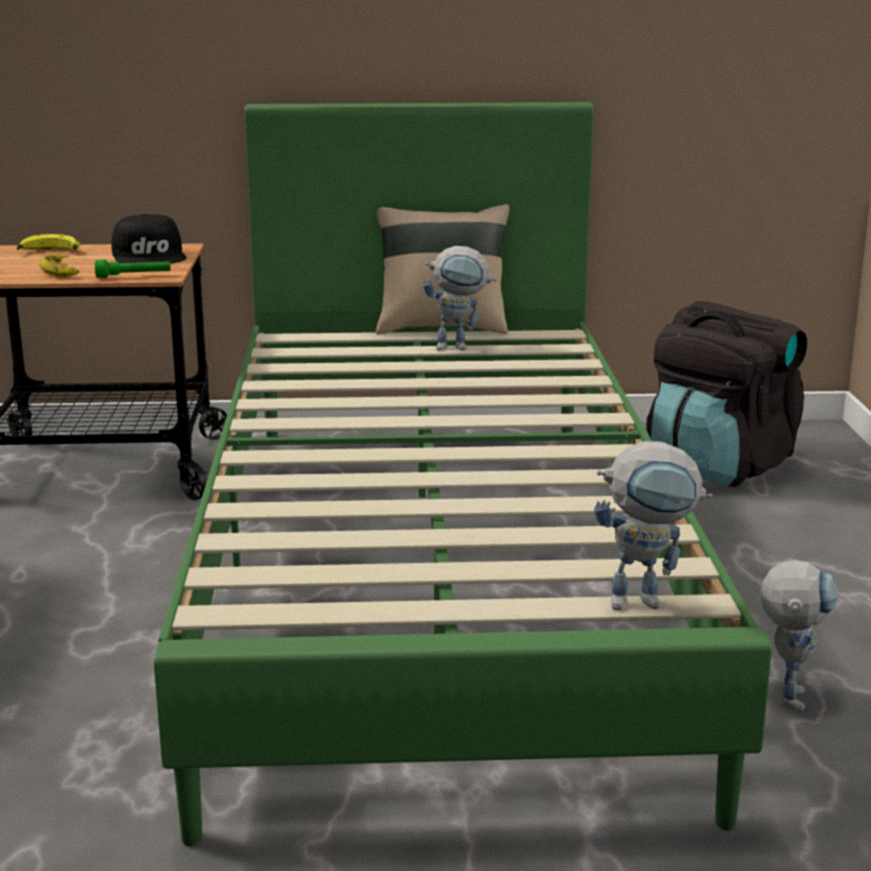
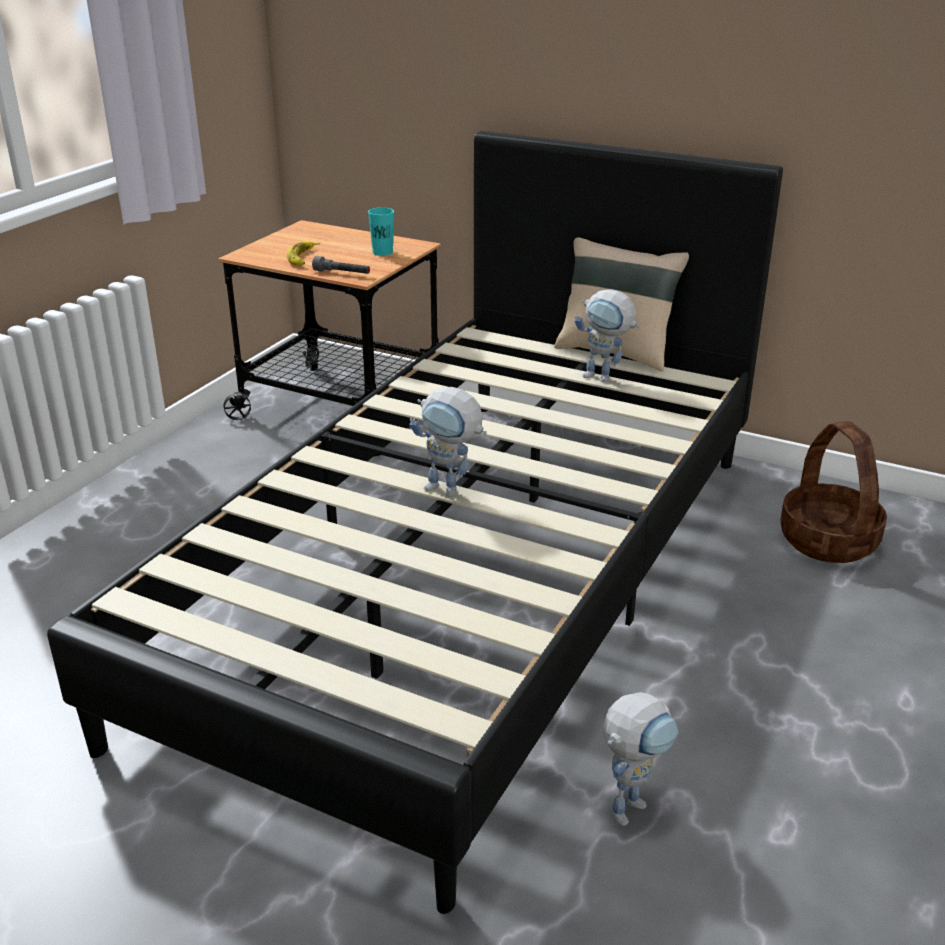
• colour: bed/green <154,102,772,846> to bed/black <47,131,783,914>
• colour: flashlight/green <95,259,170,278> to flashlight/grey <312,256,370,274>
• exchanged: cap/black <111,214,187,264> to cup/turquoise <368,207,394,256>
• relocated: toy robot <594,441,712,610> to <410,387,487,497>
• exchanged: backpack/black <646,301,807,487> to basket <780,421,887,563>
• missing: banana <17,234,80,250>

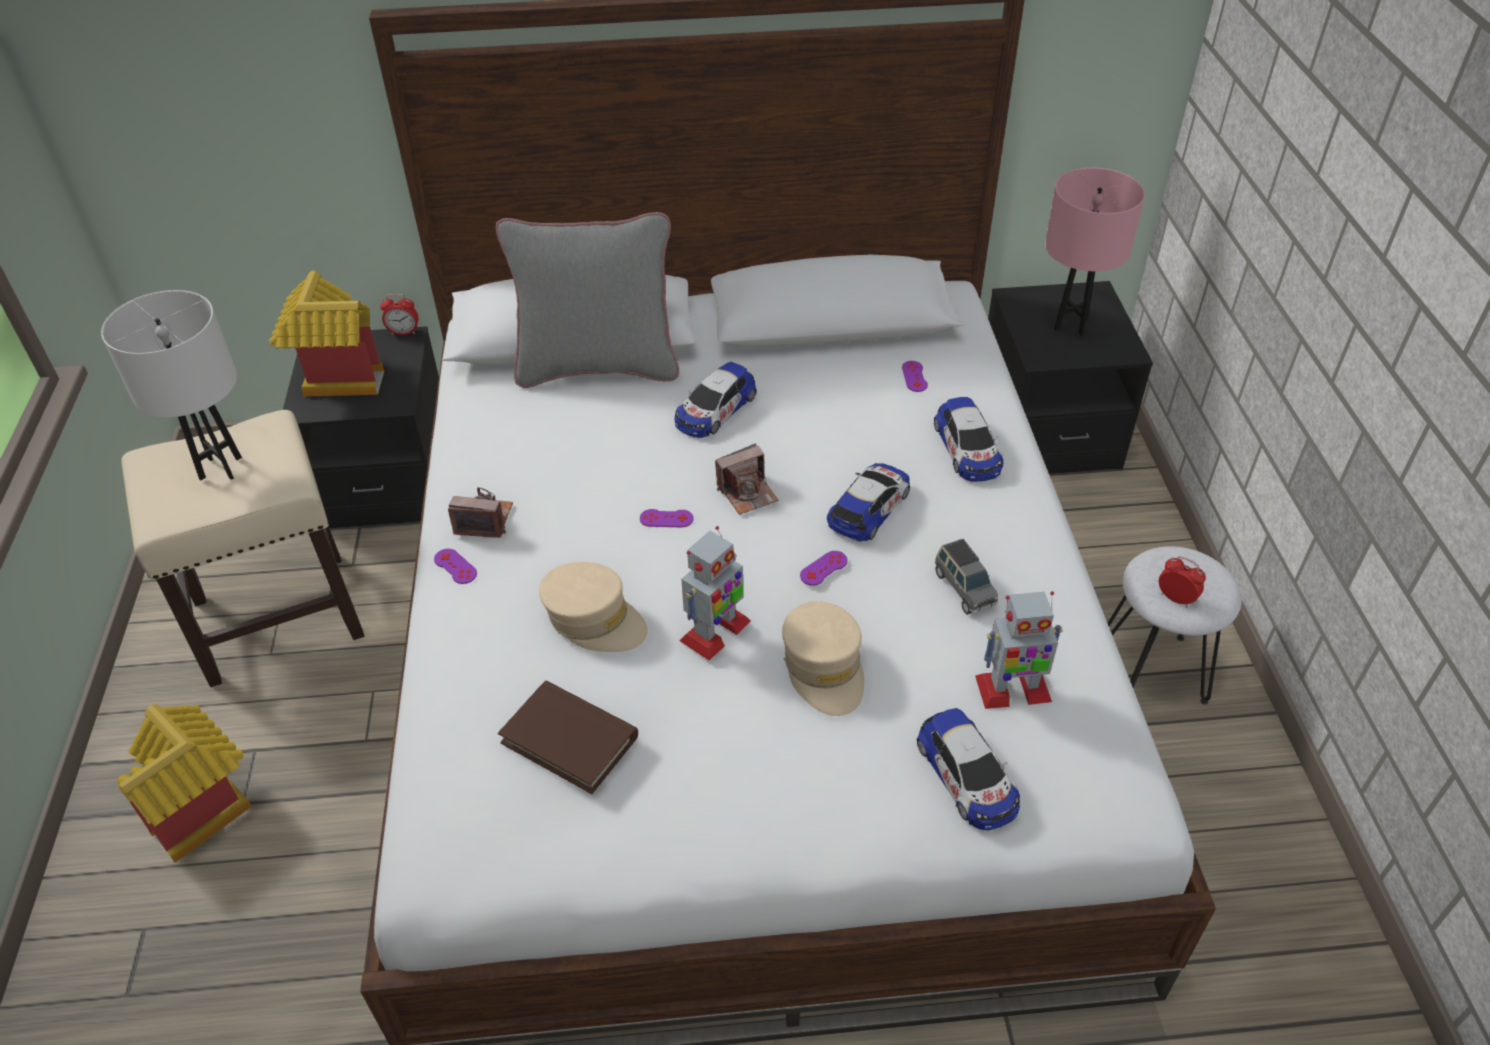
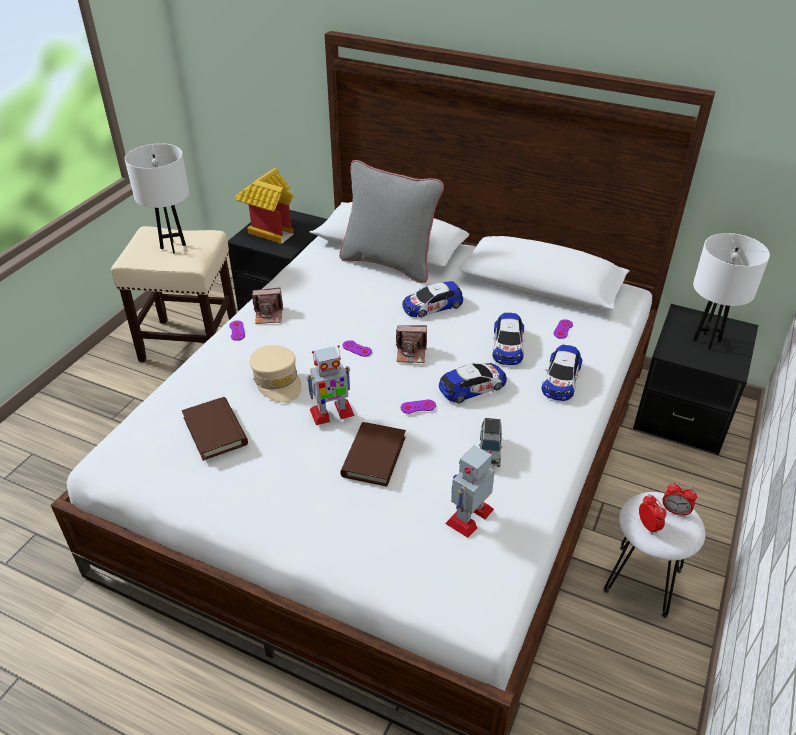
• spun: photo camera <448,487,513,538> = <252,288,283,324> 135 degrees clockwise
• exchanged: cap/beige <782,601,864,716> to book/brown <340,422,406,486>
• spun: toy robot <975,591,1063,709> = <445,445,495,538> 105 degrees clockwise
• relocated: toy car <917,708,1020,831> to <493,313,525,365>
• relocated: alarm clock <380,294,419,335> to <662,483,697,517>
• colour: table lamp/pink <1045,168,1145,336> to table lamp/white <693,233,770,350>
• missing: toy house <117,705,252,863>

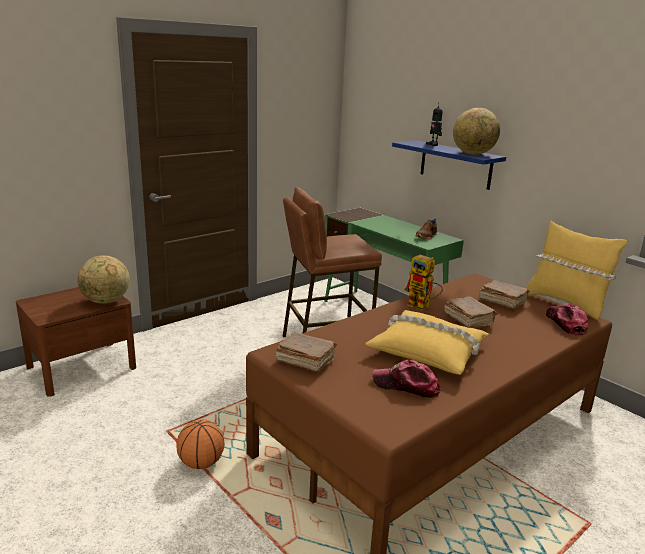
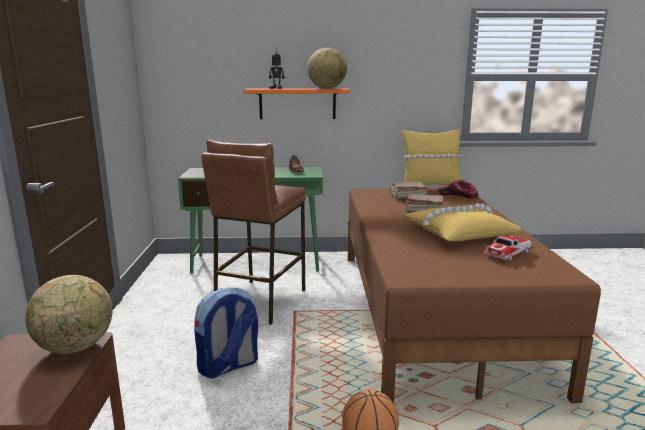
• appeared: backpack <194,288,258,378>
• colour: shelf/blue <392,140,506,190> to shelf/orange <244,88,350,119>
• exchanged: cap <372,360,441,398> to toy car <484,236,531,261>
• missing: book/brown <276,332,337,372>
• missing: toy robot <404,255,443,310>

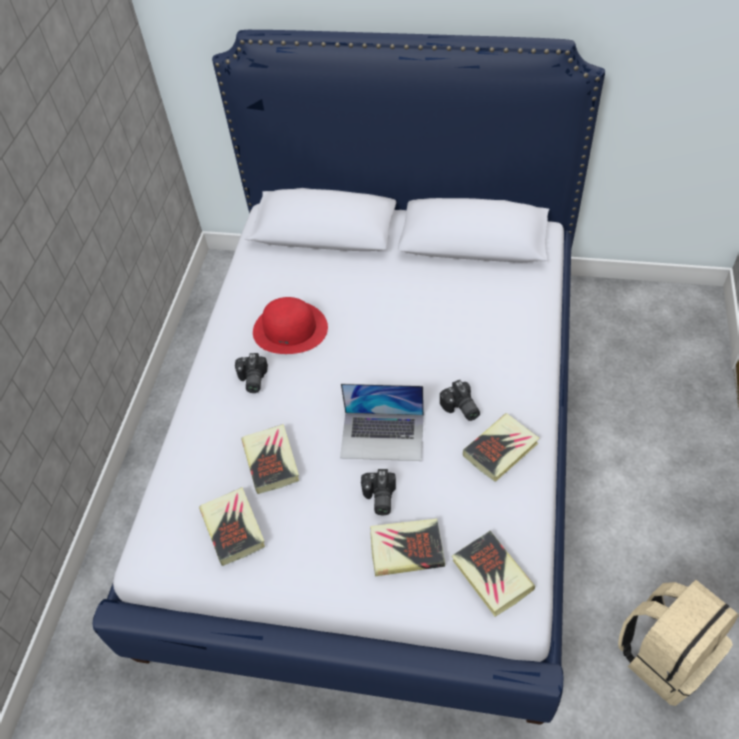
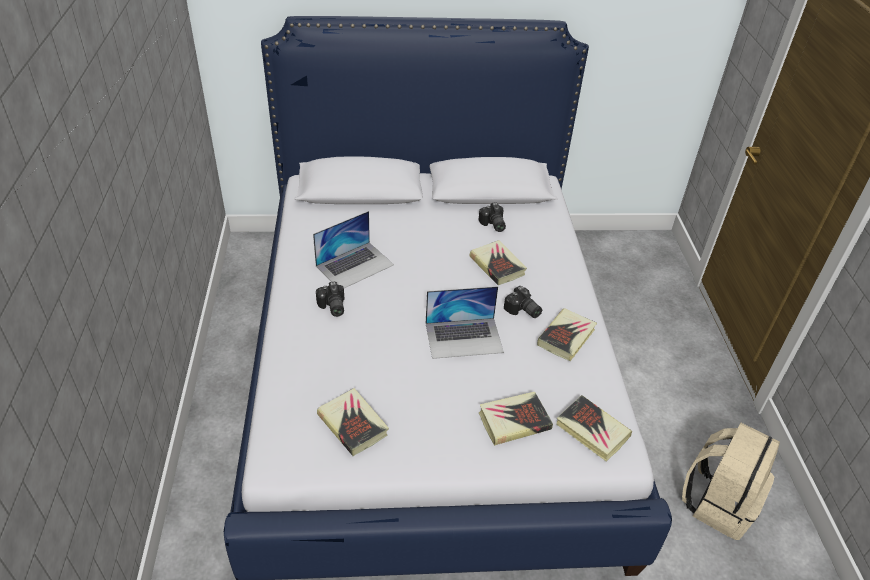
• exchanged: hat/red <253,297,328,354> to laptop <313,211,394,288>
• relocated: book <241,424,299,494> to <469,240,527,285>
• relocated: photo camera <361,469,396,515> to <478,202,506,232>

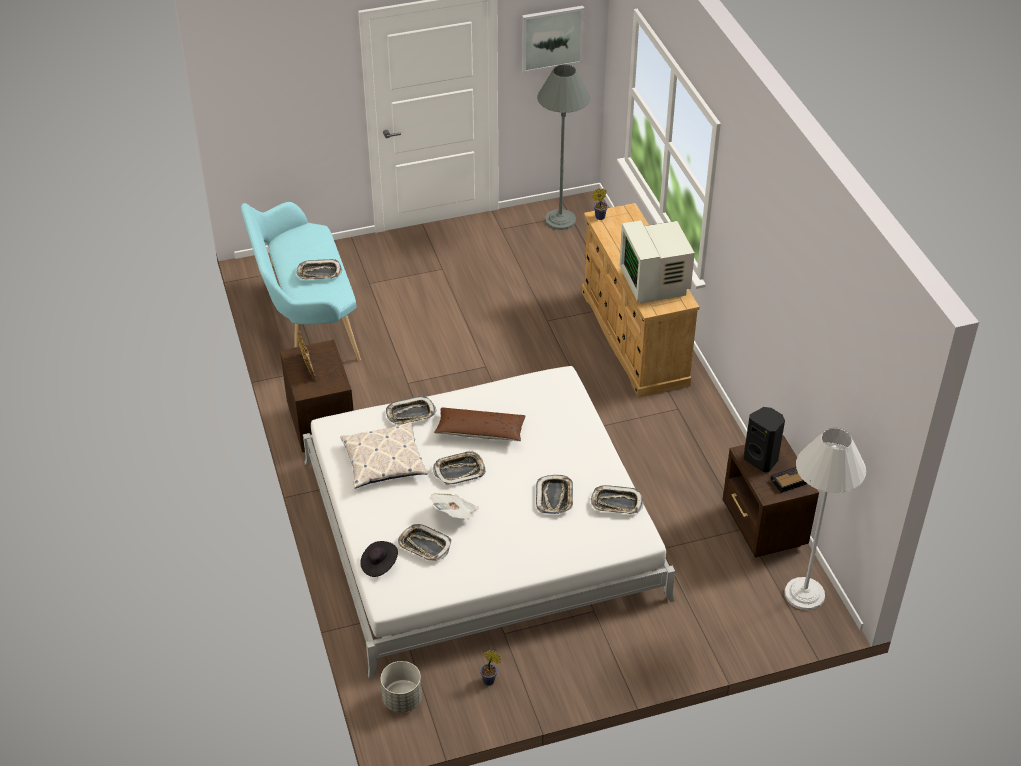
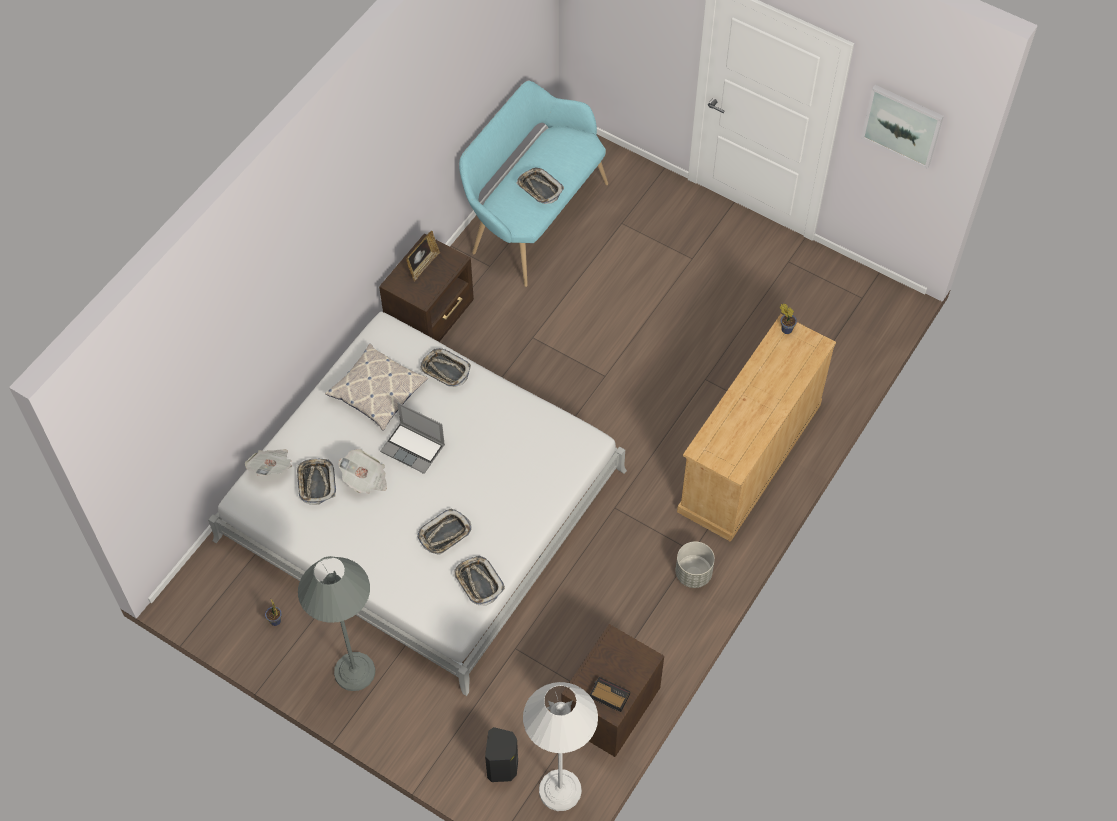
• exchanged: hat/black <360,541,398,577> to newspaper <245,449,292,476>
• relocated: floor lamp/grey <537,64,590,230> to <298,556,375,691>
• exchanged: tray <433,450,486,485> to laptop <380,402,445,474>
• relocated: speaker/black <744,407,785,472> to <485,727,518,782>
• relocated: planter/grey <381,661,422,713> to <676,541,715,588>
• missing: pillow/brown <434,407,525,441>
• missing: monitor <620,220,695,304>

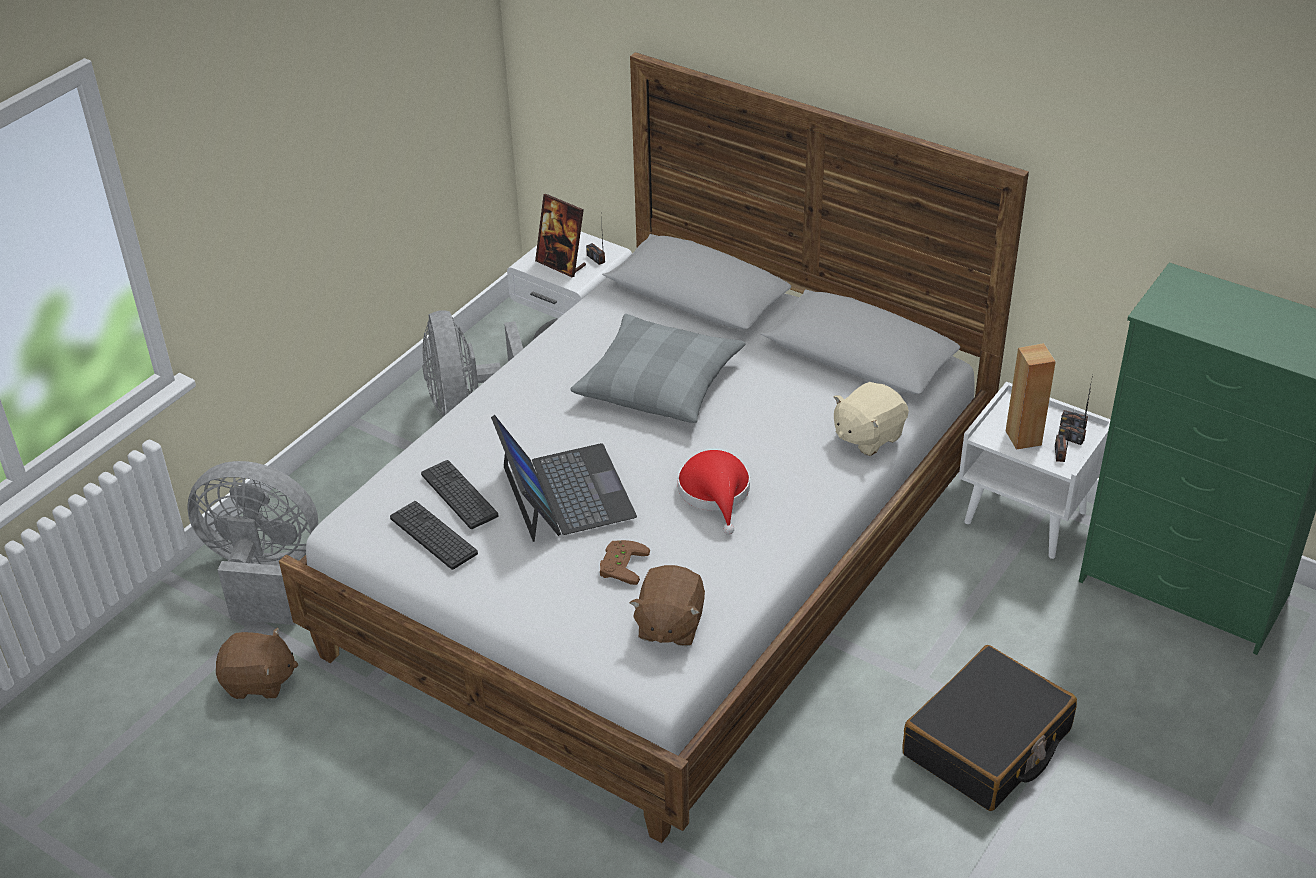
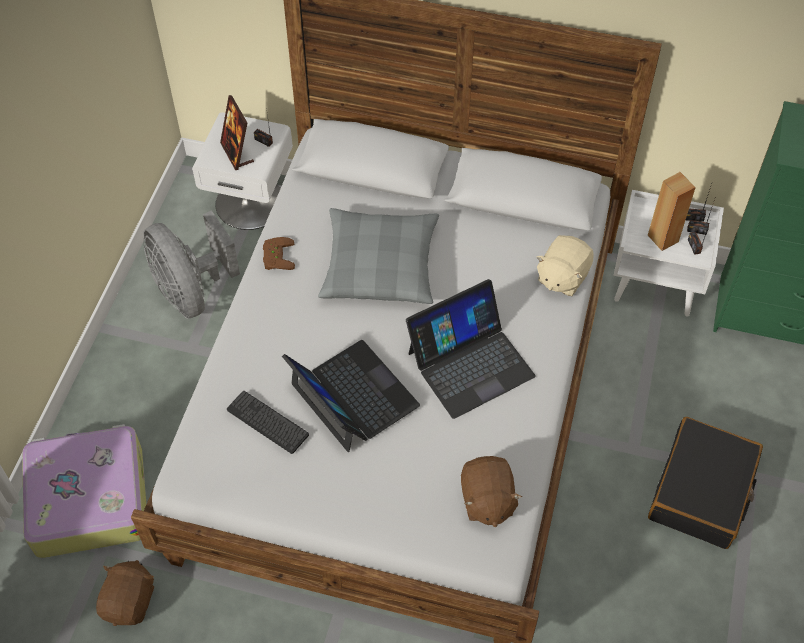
• exchanged: fan/grey <187,461,318,625> to suitcase <22,424,146,558>
• spun: plush toy/brown <216,627,299,699> = <96,560,154,626> 60 degrees counterclockwise
• spun: picture frame <535,194,586,277> = <220,95,254,170> 45 degrees clockwise
• relocated: game controller/brown <600,540,650,585> to <263,237,295,270>
• exchanged: hat/red <678,450,750,535> to laptop <406,279,536,419>
• missing: keyboard <390,501,478,570>

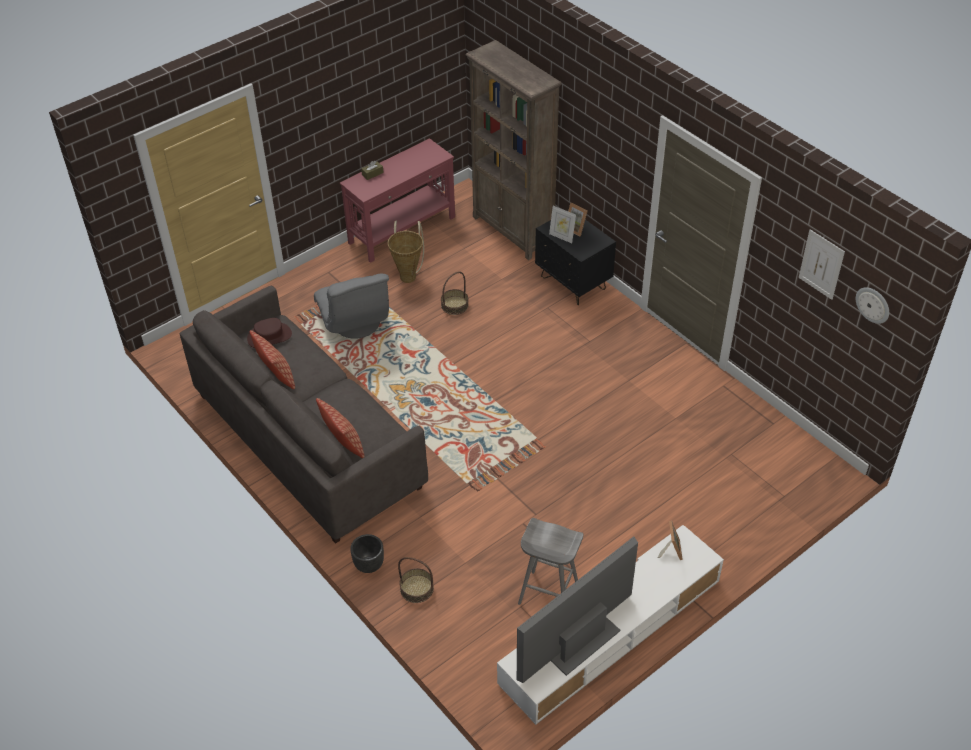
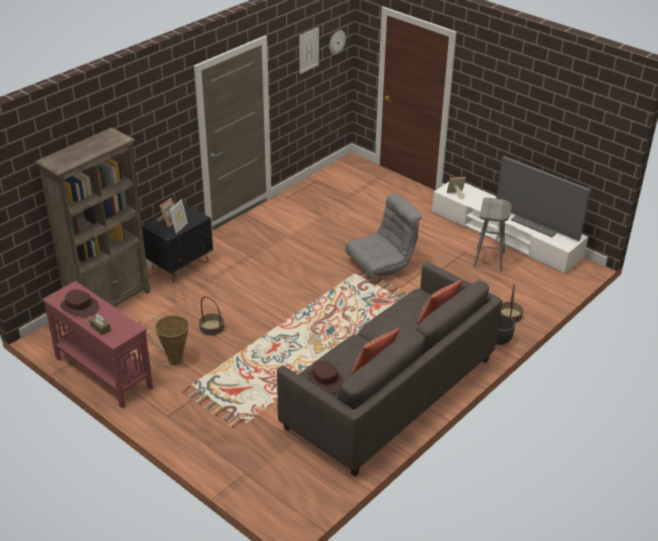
• appeared: hat/brown <60,290,99,317>
• relocated: armchair/grey <314,274,389,339> to <345,193,422,279>

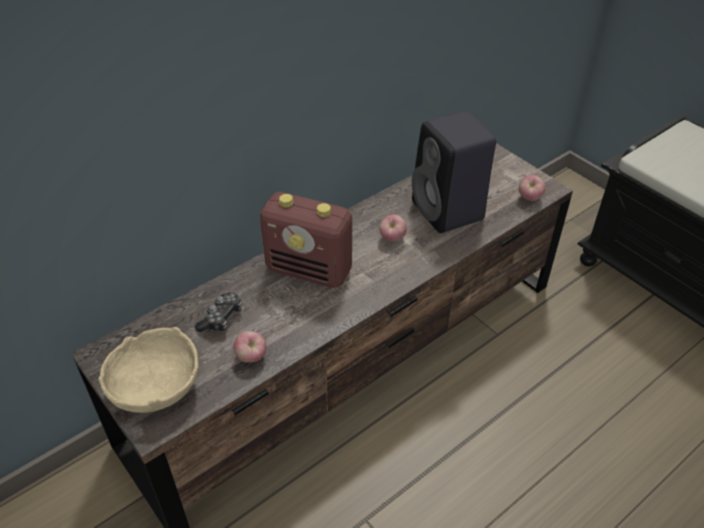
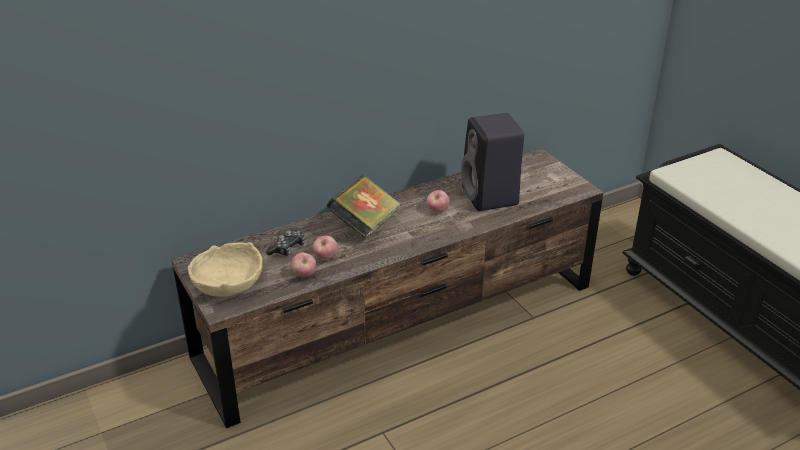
• relocated: apple <519,175,546,201> to <313,236,338,260>
• exchanged: radio <260,192,352,288> to book <326,175,400,239>

